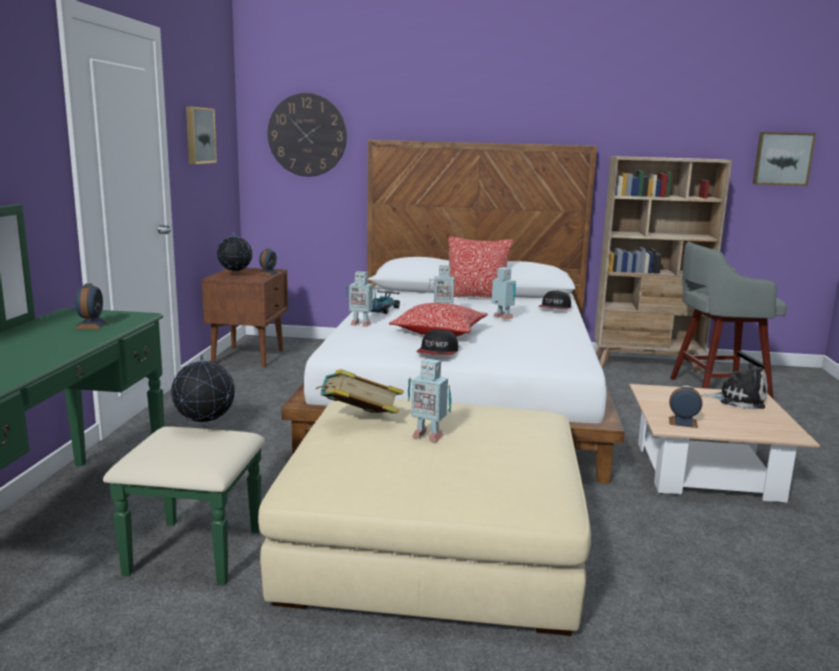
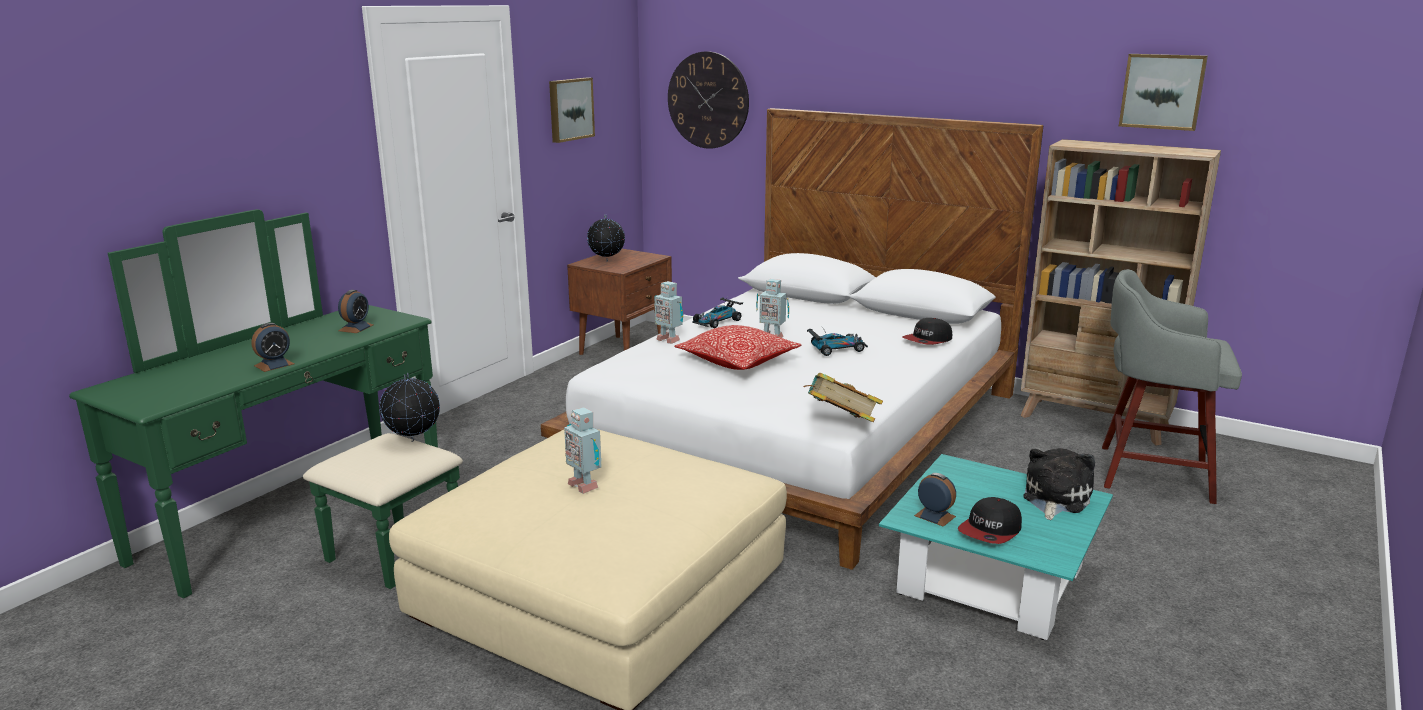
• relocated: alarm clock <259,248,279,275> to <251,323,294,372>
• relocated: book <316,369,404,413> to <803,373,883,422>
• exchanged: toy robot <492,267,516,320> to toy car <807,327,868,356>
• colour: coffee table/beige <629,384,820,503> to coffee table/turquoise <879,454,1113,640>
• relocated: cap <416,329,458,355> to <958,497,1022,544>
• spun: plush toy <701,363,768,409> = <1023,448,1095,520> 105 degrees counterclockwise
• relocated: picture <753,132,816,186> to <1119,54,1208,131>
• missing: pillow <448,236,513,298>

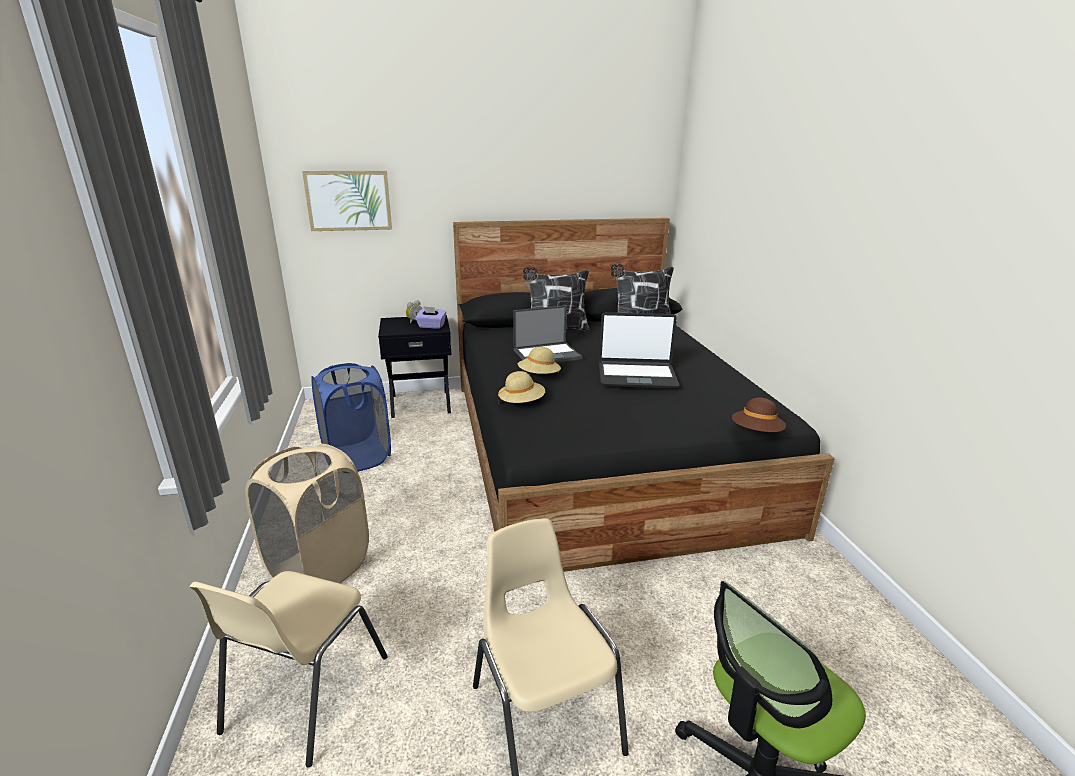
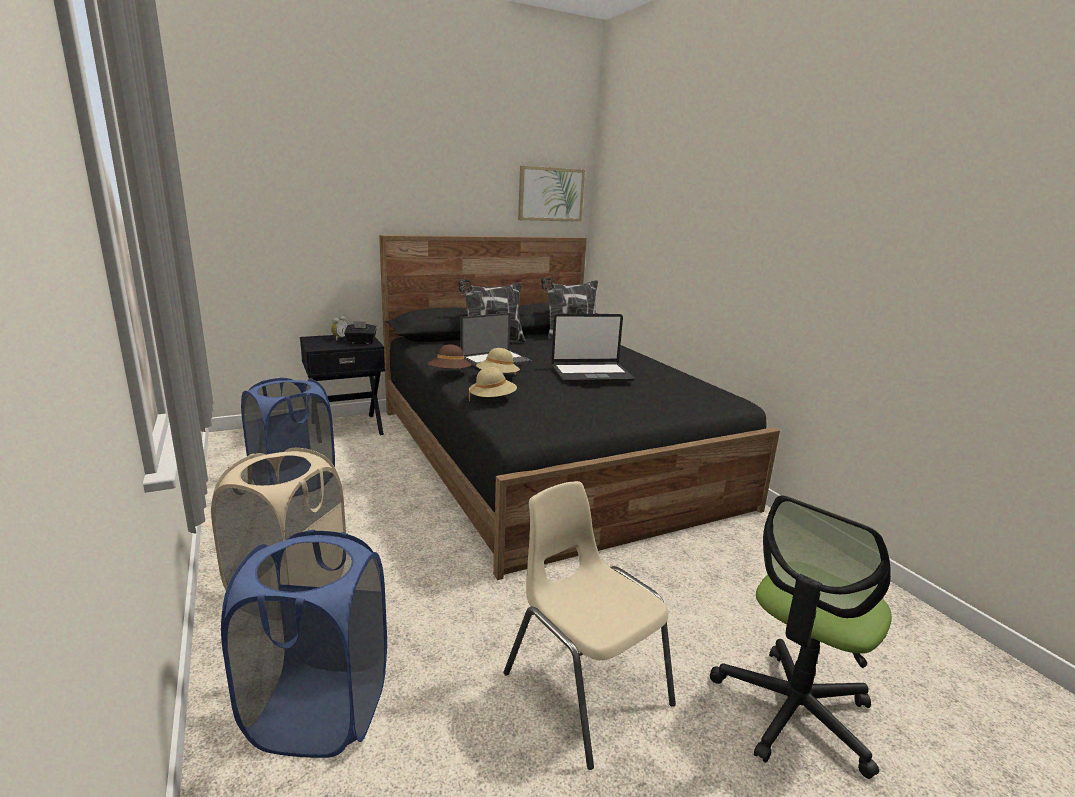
• exchanged: chair/beige <189,571,388,767> to laundry basket/blue <221,530,387,758>
• colour: tissue box/purple <415,306,446,329> to tissue box/black <344,321,377,344>
• relocated: hat/brown <732,398,786,432> to <428,345,472,369>
• relocated: picture <302,171,392,231> to <518,166,585,222>

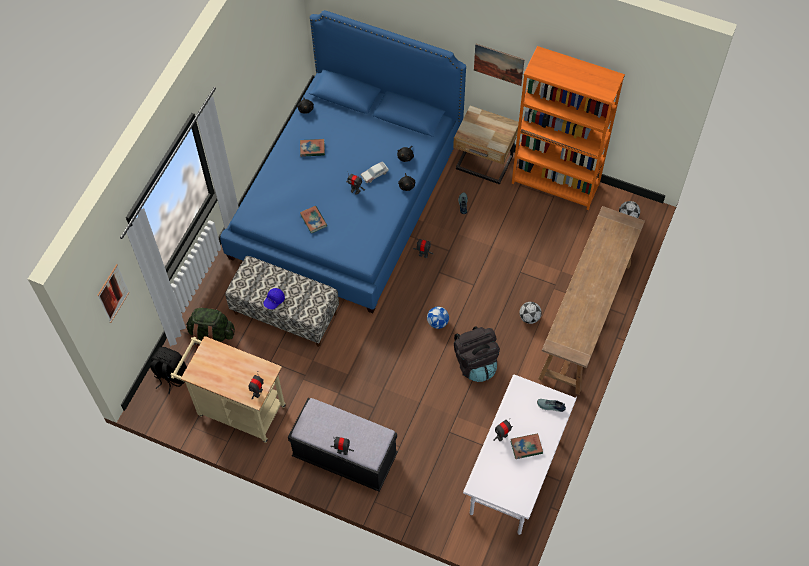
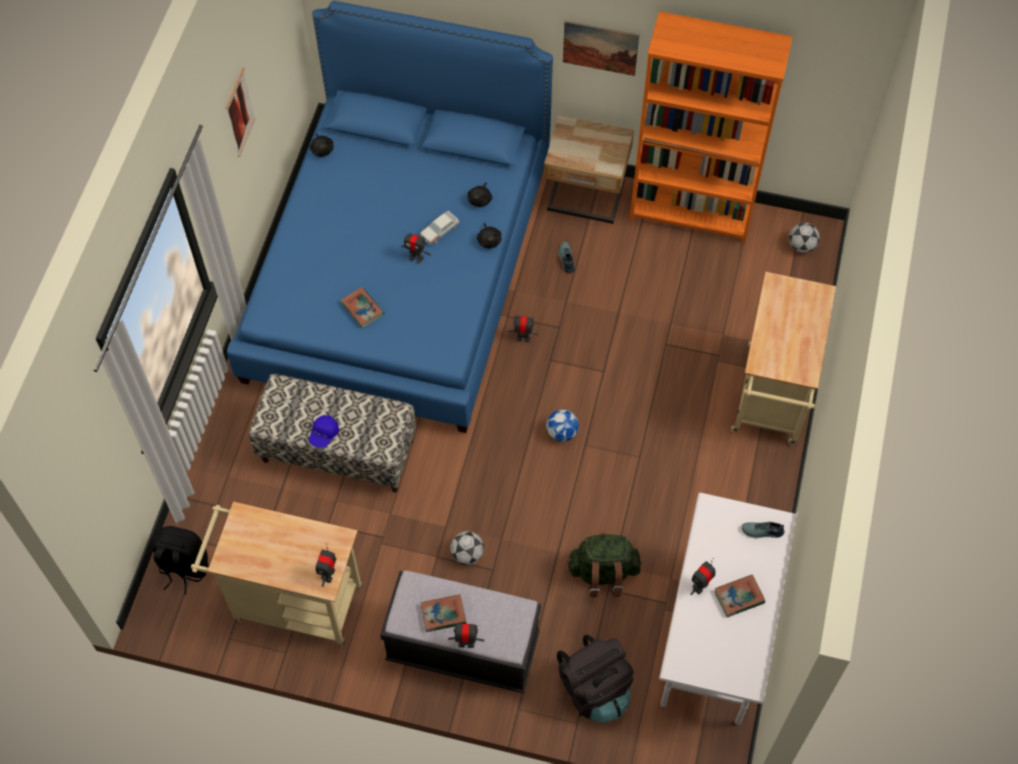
• relocated: picture <97,264,129,323> to <226,68,256,157>
• relocated: book <300,139,325,157> to <421,594,467,632>
• relocated: football <520,302,542,324> to <450,531,484,565>
• relocated: backpack/black <454,326,500,382> to <557,635,633,723>
• relocated: backpack/green <186,308,235,349> to <566,532,642,598>
• exchanged: console table/brown <538,206,645,395> to cart/beige <731,272,836,445>

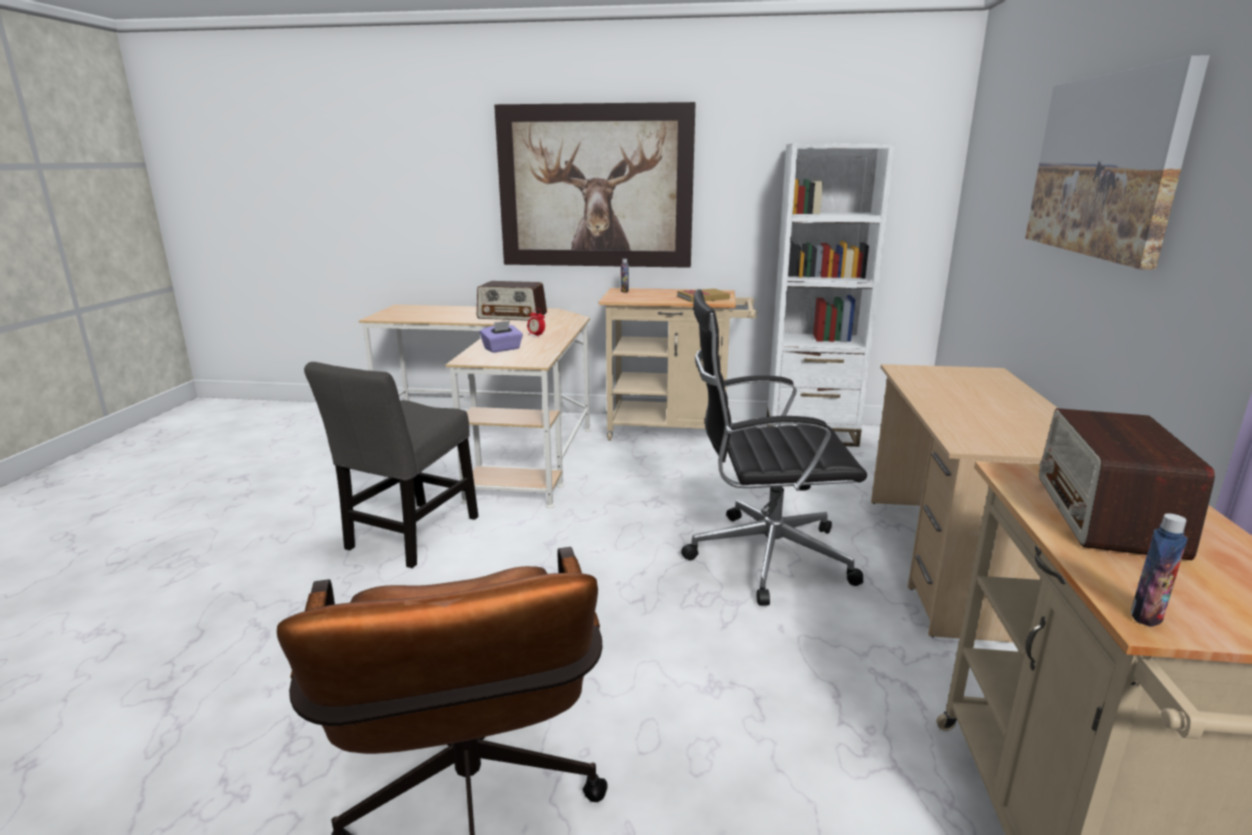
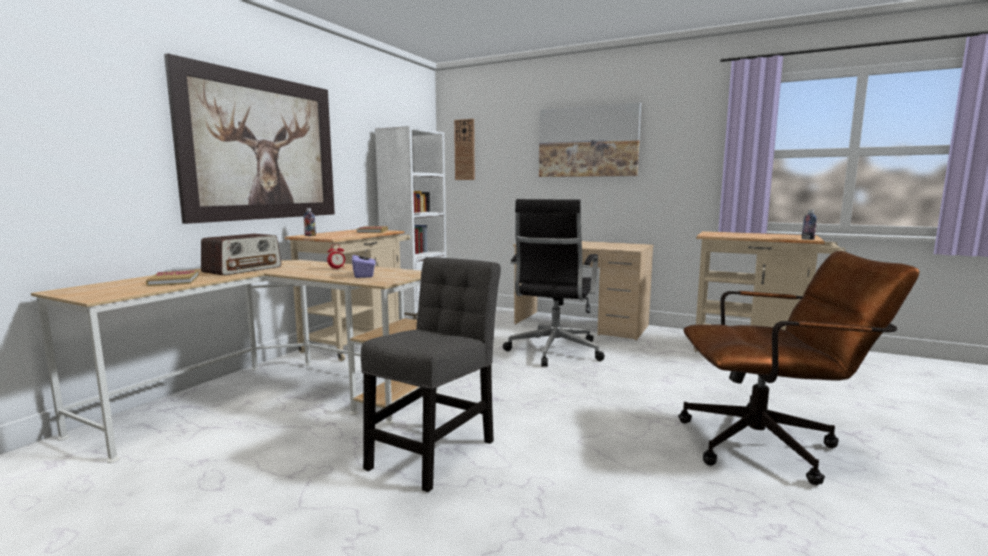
• appeared: book <146,270,199,286>
• spun: chair/grey <304,362,479,568> = <361,257,501,492> 105 degrees counterclockwise
• appeared: wall clock <454,119,475,180>
• missing: radio <1039,408,1215,560>

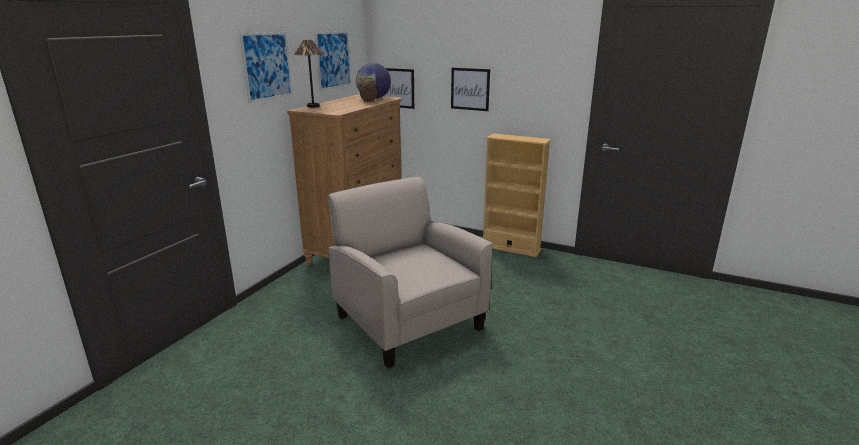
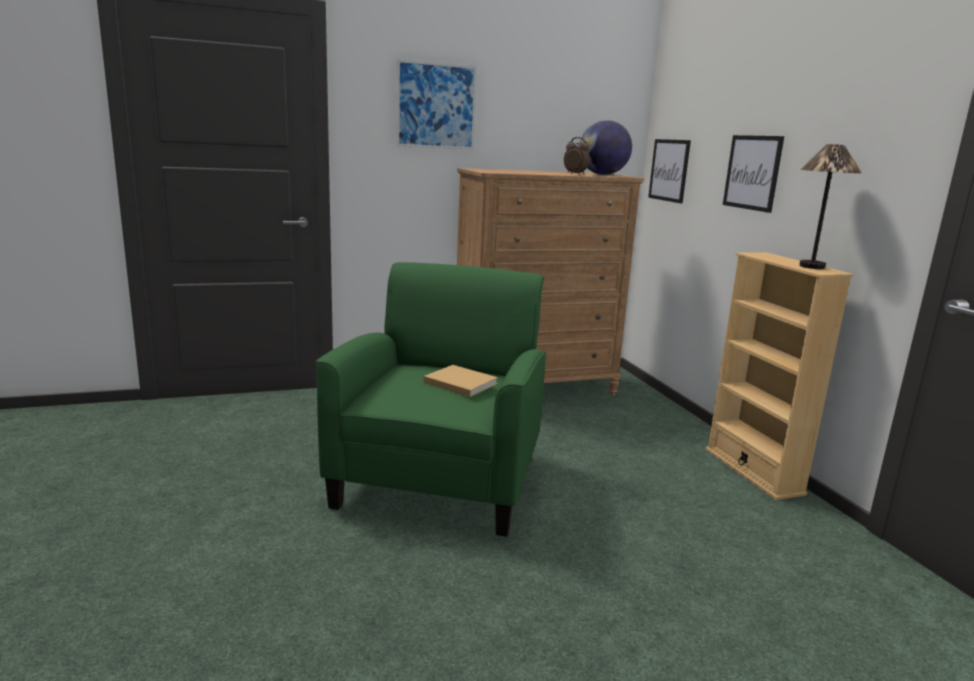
• colour: armchair/beige <327,177,493,369> to armchair/green <316,262,546,537>
• appeared: book/beige <423,365,498,397>
• relocated: table lamp <294,40,324,107> to <800,144,862,269>
• missing: picture <315,31,352,91>

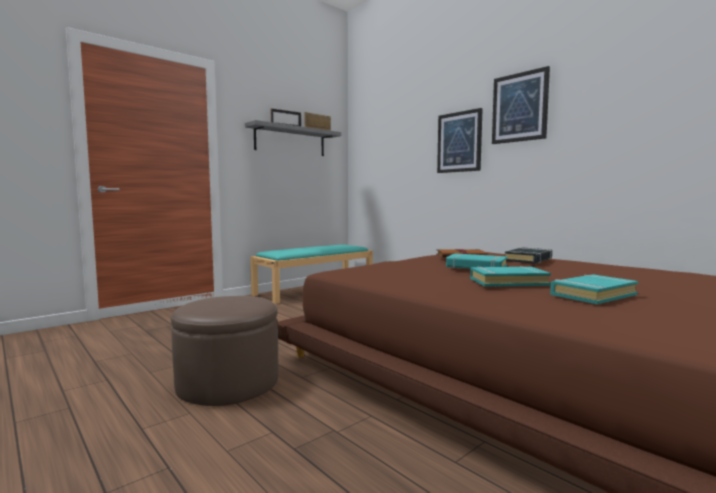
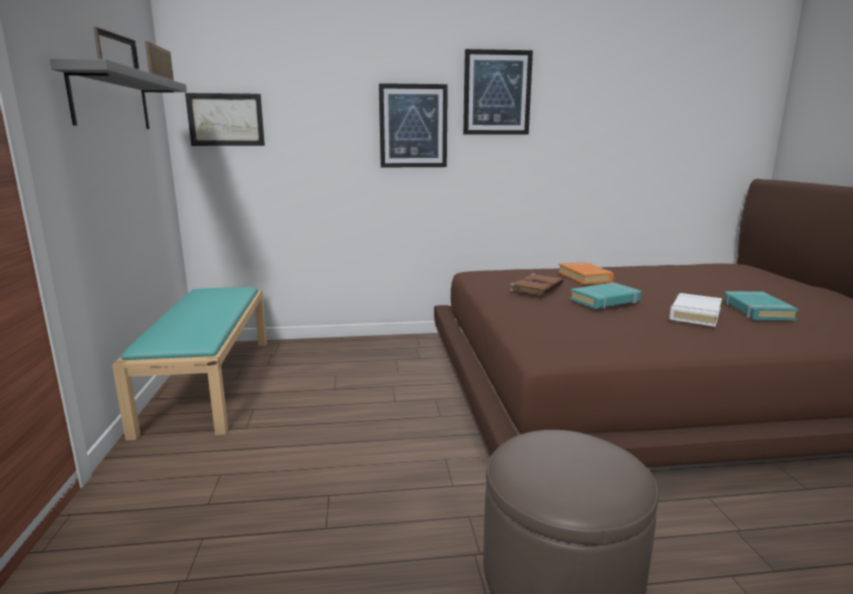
• appeared: picture <185,93,265,146>
• colour: book/black <505,247,552,264> to book/orange <558,262,614,285>
• colour: book/turquoise <470,266,551,287> to book/white <669,293,722,327>

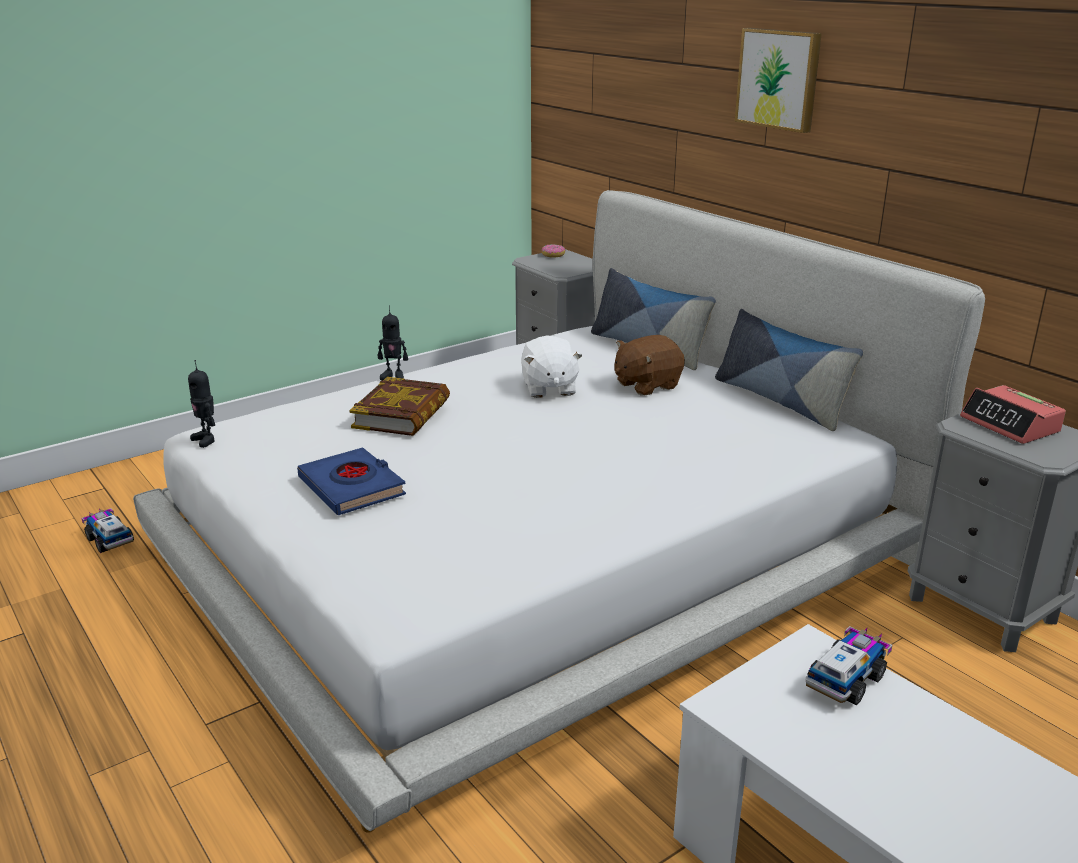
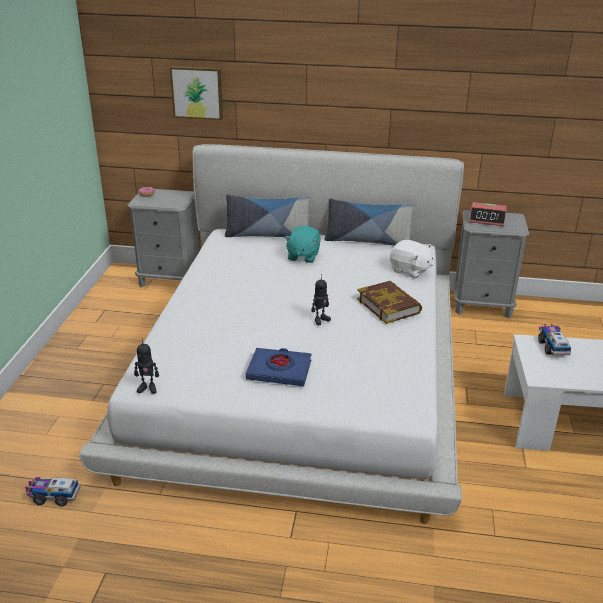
• relocated: picture <735,28,822,133> to <170,66,223,120>
• colour: plush toy/brown <614,335,685,396> to plush toy/turquoise <284,226,321,263>
• relocated: toy robot <378,305,408,380> to <311,274,331,325>
• relocated: book <349,377,450,436> to <357,281,422,324>
• relocated: plush toy/white <521,335,583,398> to <390,240,433,278>

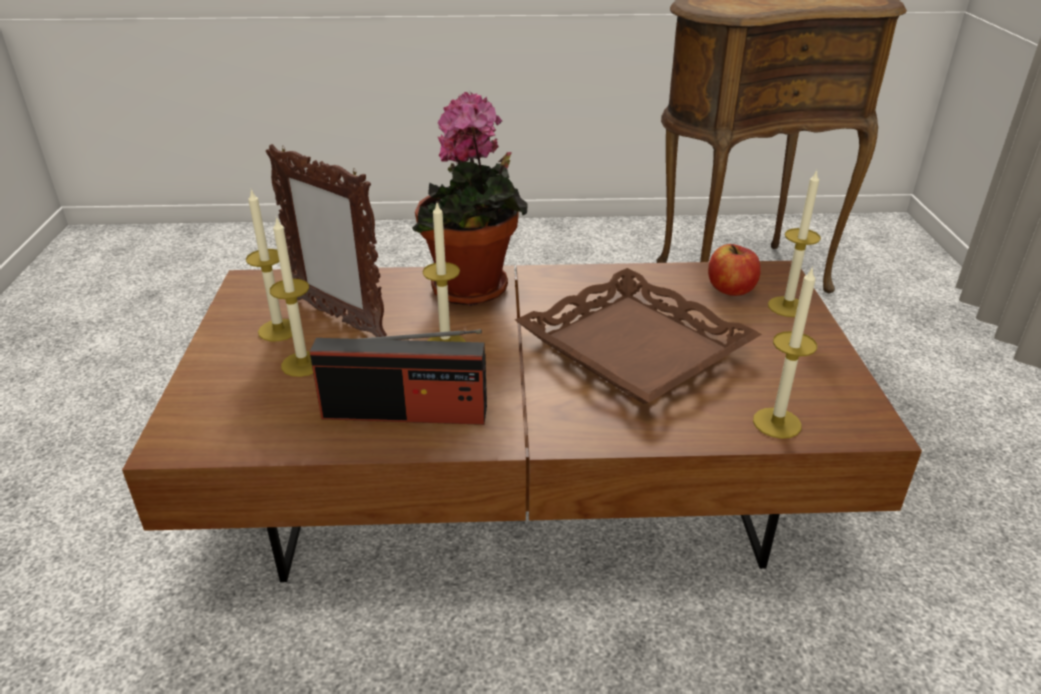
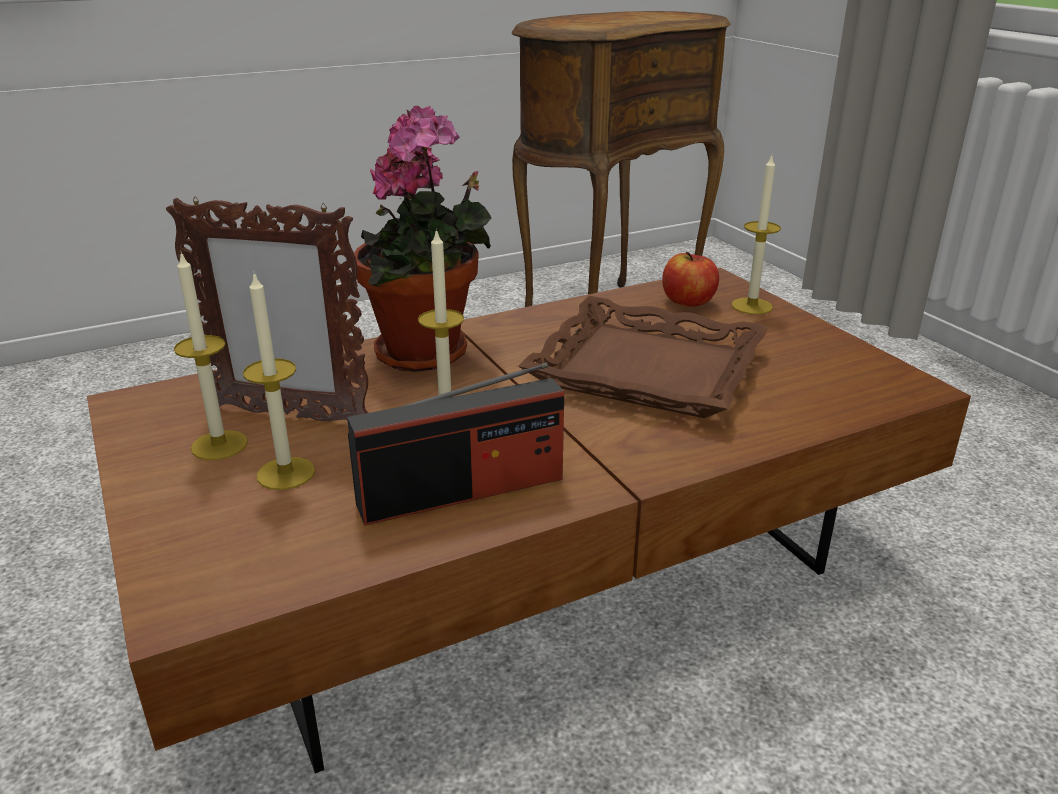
• missing: candle <753,266,817,439>

